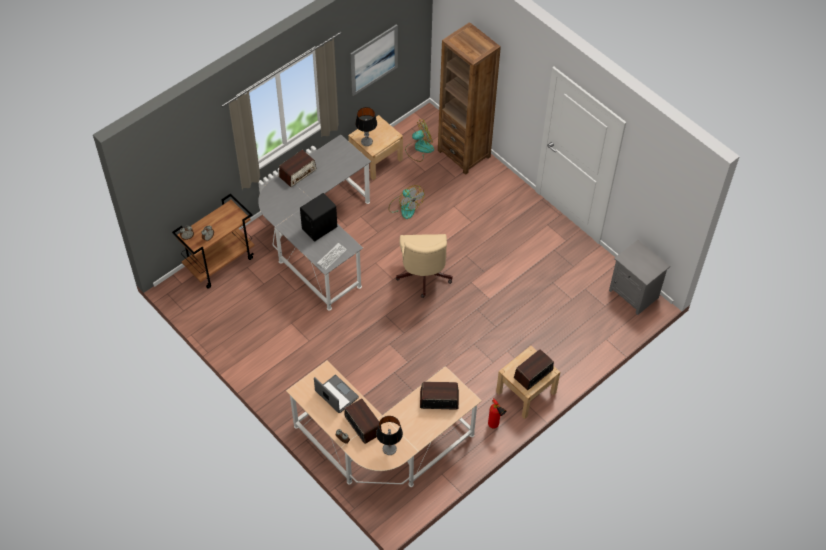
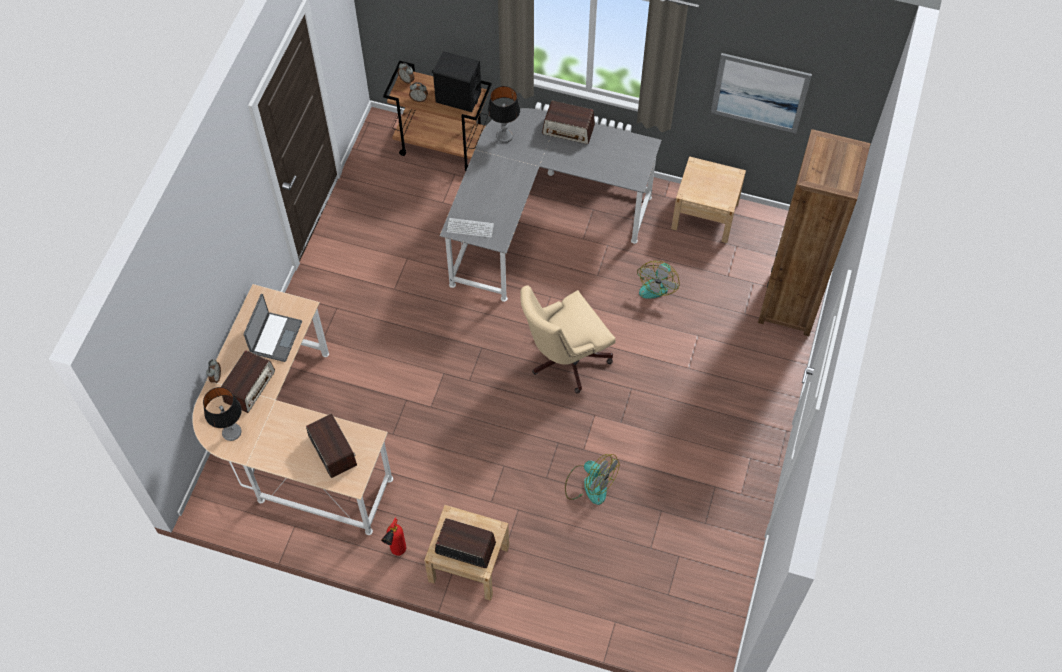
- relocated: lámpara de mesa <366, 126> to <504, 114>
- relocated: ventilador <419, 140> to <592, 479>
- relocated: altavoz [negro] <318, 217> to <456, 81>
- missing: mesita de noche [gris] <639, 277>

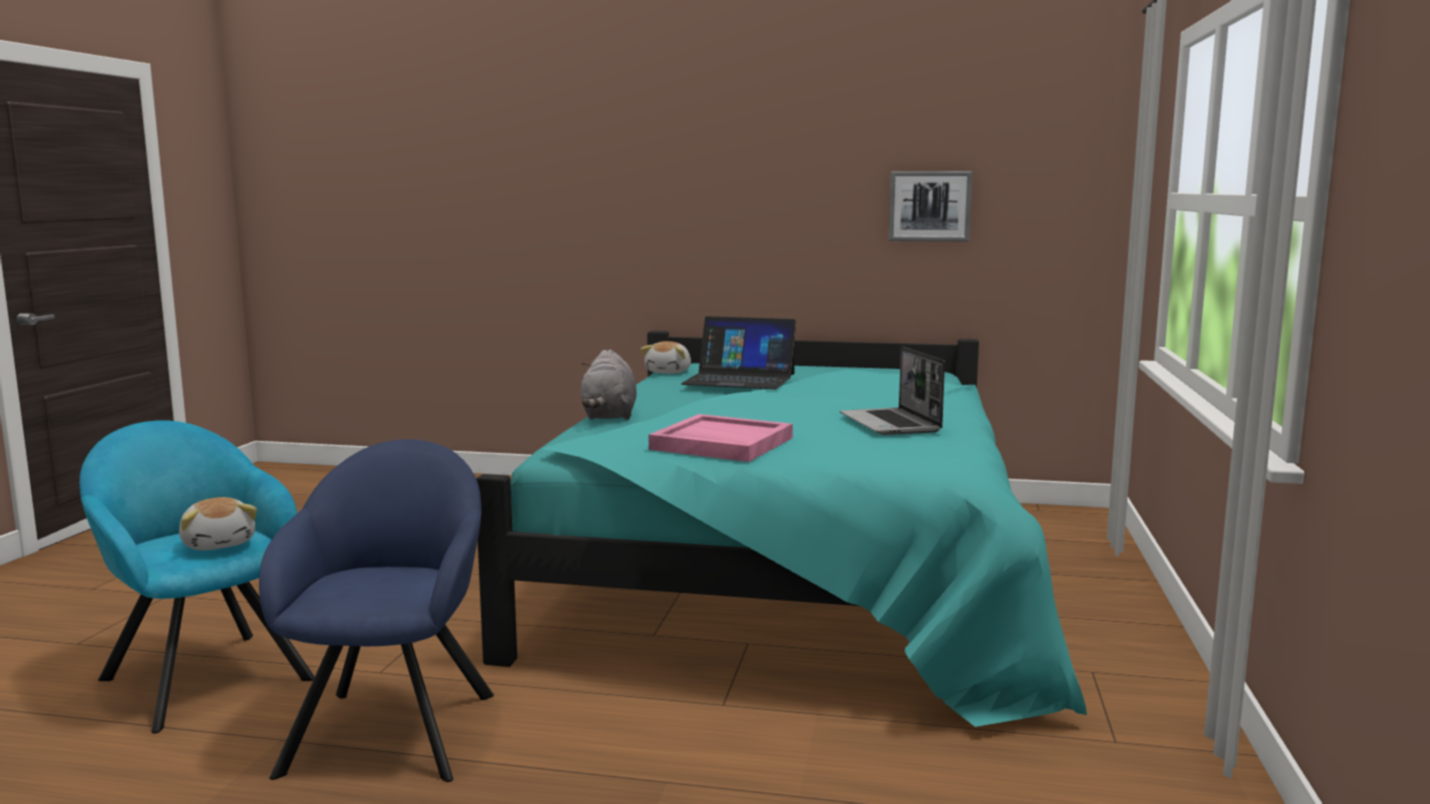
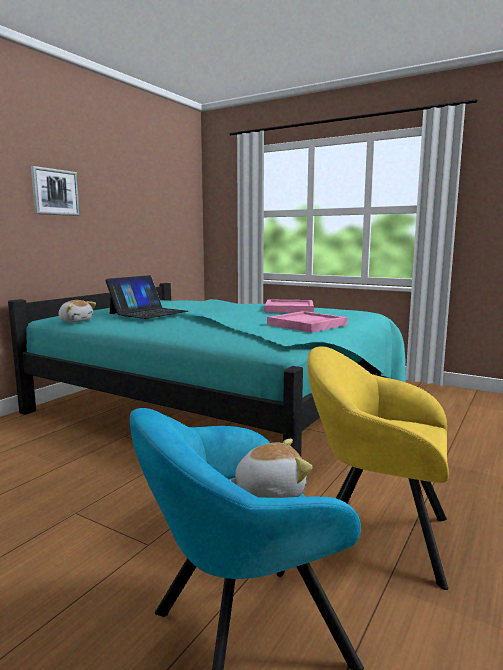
- relocated: cuadro <930, 206> to <55, 191>
- exchanged: portátil <892, 390> to bandeja [rosa] <289, 306>
- missing: peluche [gris] <609, 385>
- colour: sillón [azul] <376, 610> to sillón [amarillo] <378, 468>

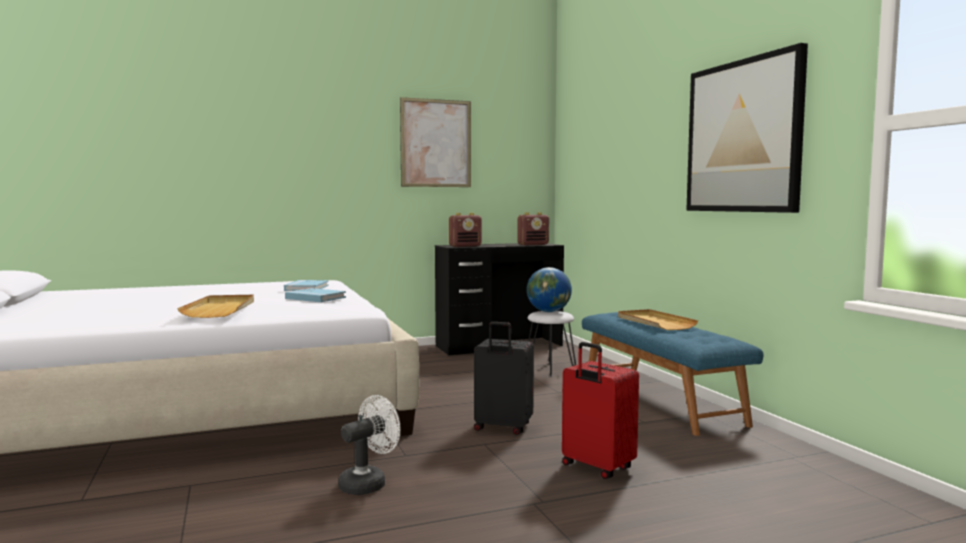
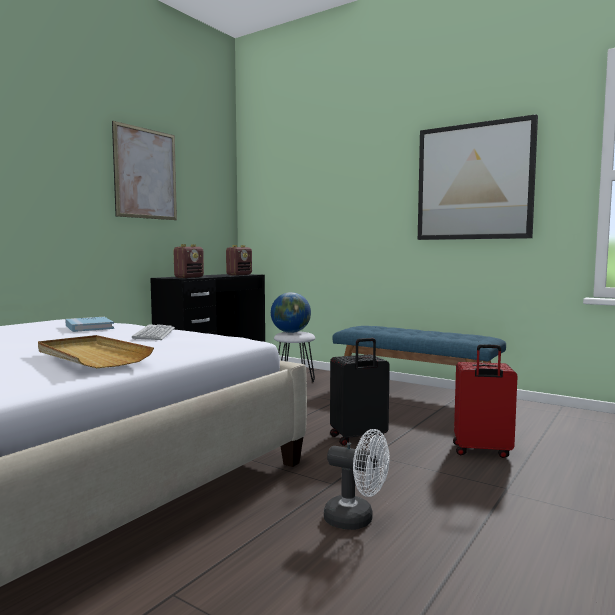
- exchanged: libro [azul] <315, 295> to teclado <153, 332>
- missing: bandeja [beis] <658, 319>
- spun: ventilador [blanco] <369, 445> = <356, 479> 105 degrees clockwise

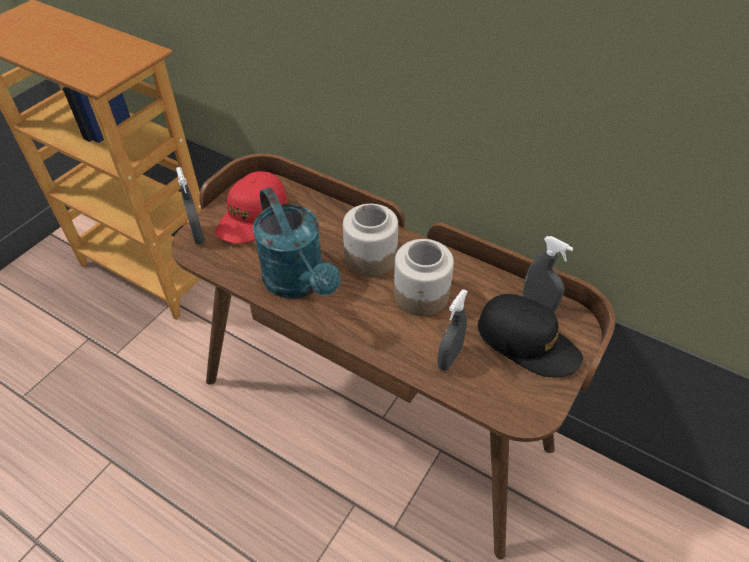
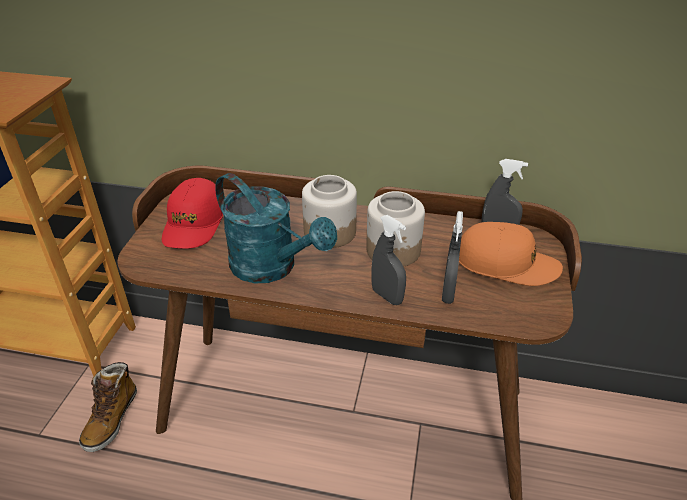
- relocated: pulverizador [gris] <190, 206> to <388, 260>
- colour: gorra [negro] <530, 335> to gorra [naranja] <511, 254>
- appeared: bota <108, 407>

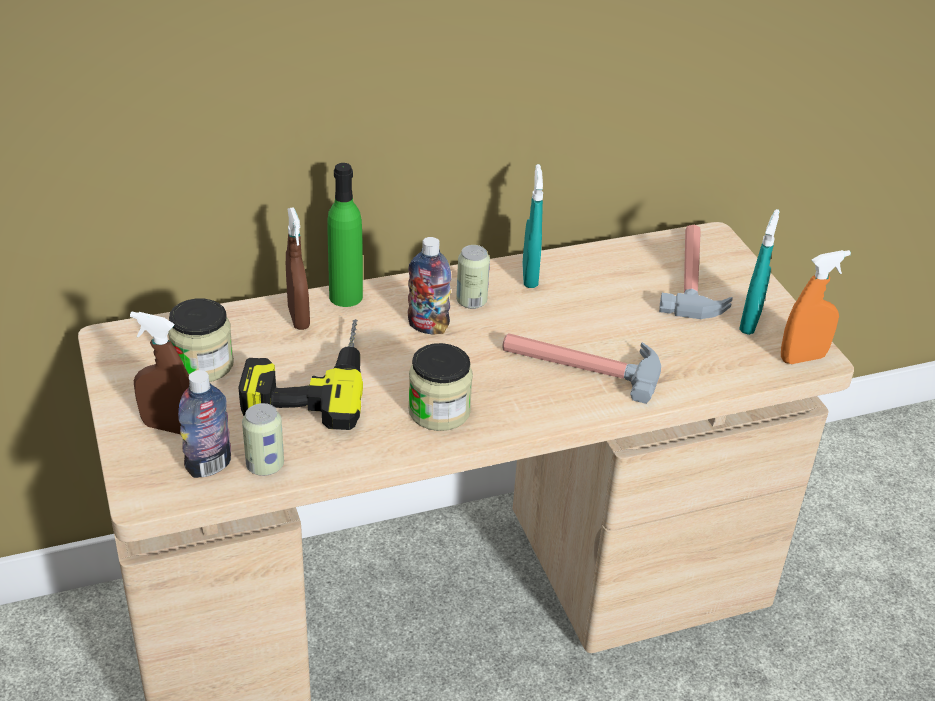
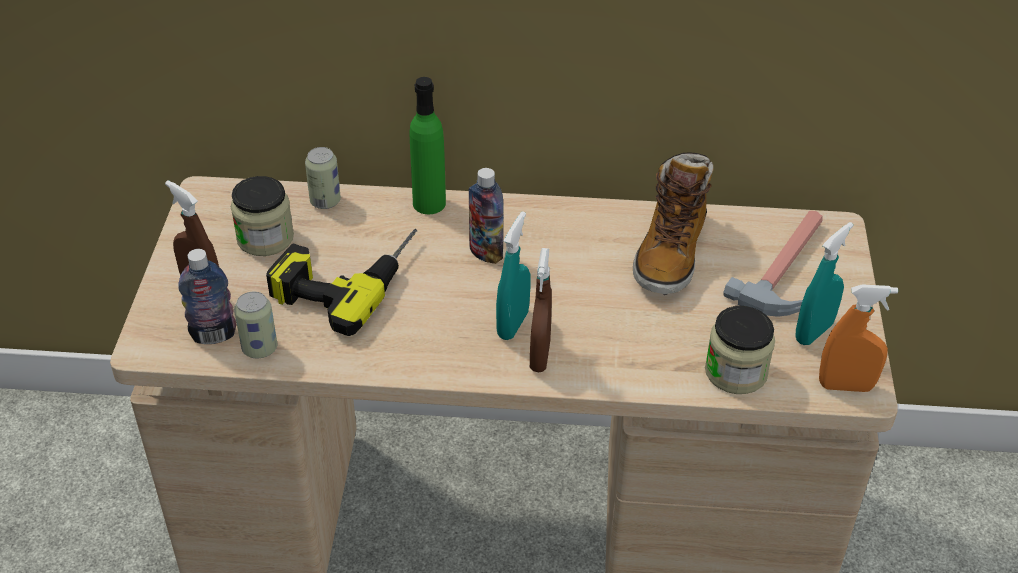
- relocated: pulverizador [turquesa] <533, 226> to <513, 275>
- relocated: pulverizador [marrón] <298, 268> to <541, 310>
- relocated: lata <473, 277> to <323, 178>
- missing: martillo <582, 368>
- relocated: tarro <440, 387> to <740, 350>
- appeared: bota <673, 224>

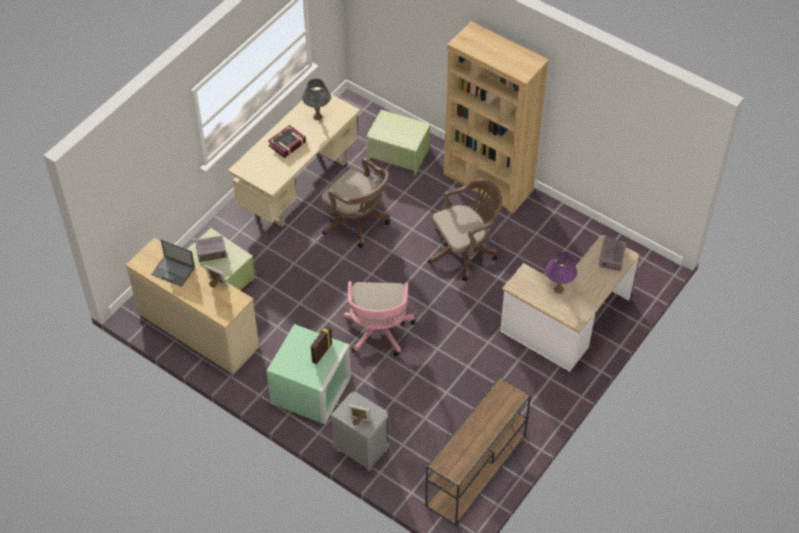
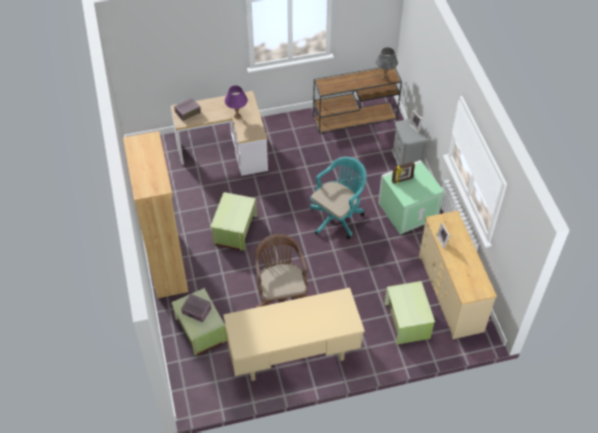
- relocated: lámpara de mesa [gris] <316, 99> to <387, 64>
- missing: libro <287, 141>
- exchanged: silla de oficina [marrón] <465, 230> to caja de almacenaje [verde] <233, 221>
- relocated: radio <211, 249> to <196, 308>
- missing: portátil <173, 263>
- colour: silla de oficina [rosa] <379, 318> to silla de oficina [turquesa] <338, 198>

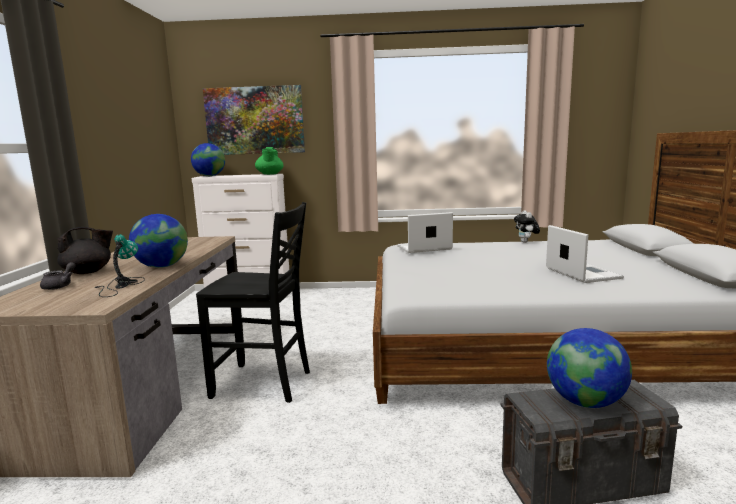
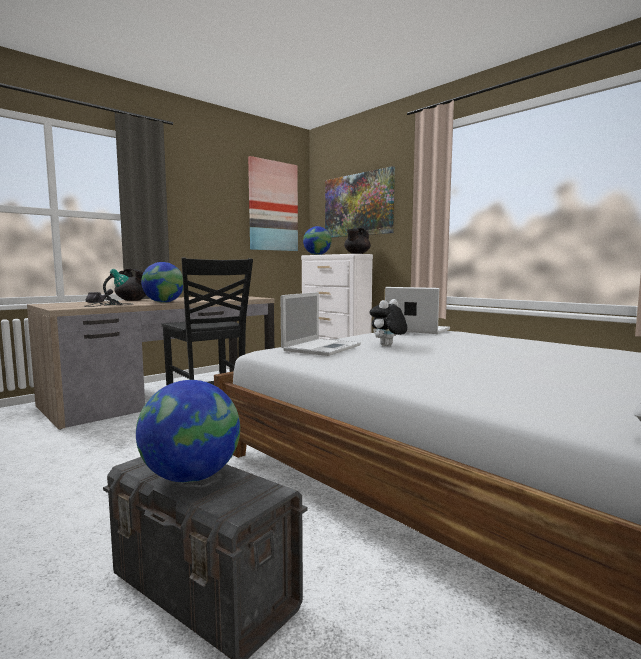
- colour: tetera [verde] <269, 161> to tetera [negro] <357, 241>
- relocated: peluche <527, 226> to <388, 322>
- relocated: portátil <585, 254> to <321, 324>
- appeared: cuadro <273, 203>

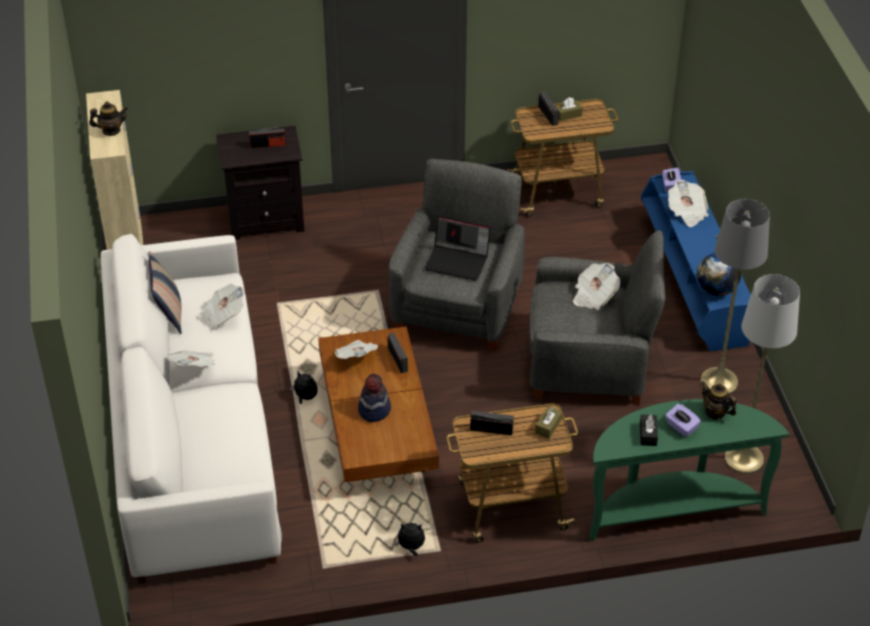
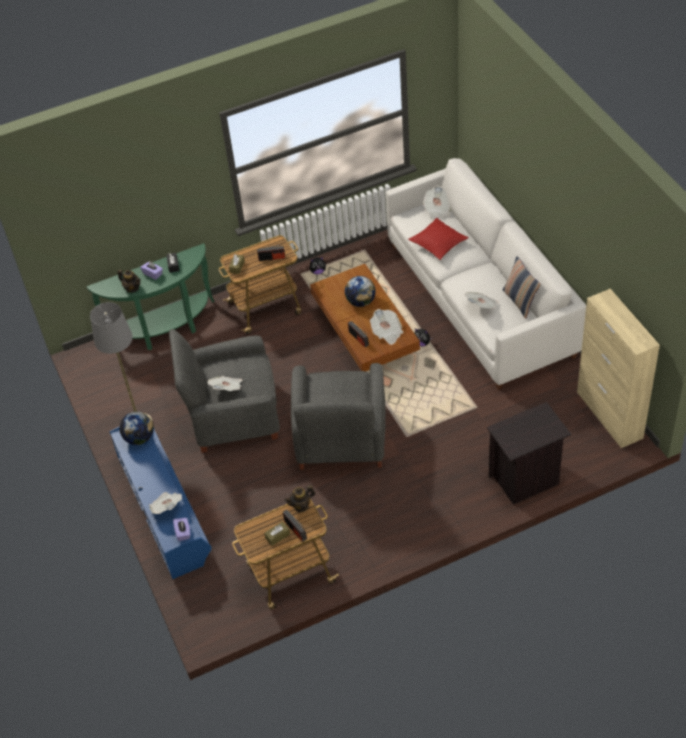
- relocated: tetera <108, 118> to <299, 498>
- missing: radio <267, 137>
- missing: portátil <457, 248>
- missing: lámpara de pie [gris] <762, 374>
- relocated: periódico <191, 358> to <437, 203>
- exchanged: sombrero <374, 398> to globo terráqueo <360, 291>
- appeared: cojín [rojo] <438, 239>

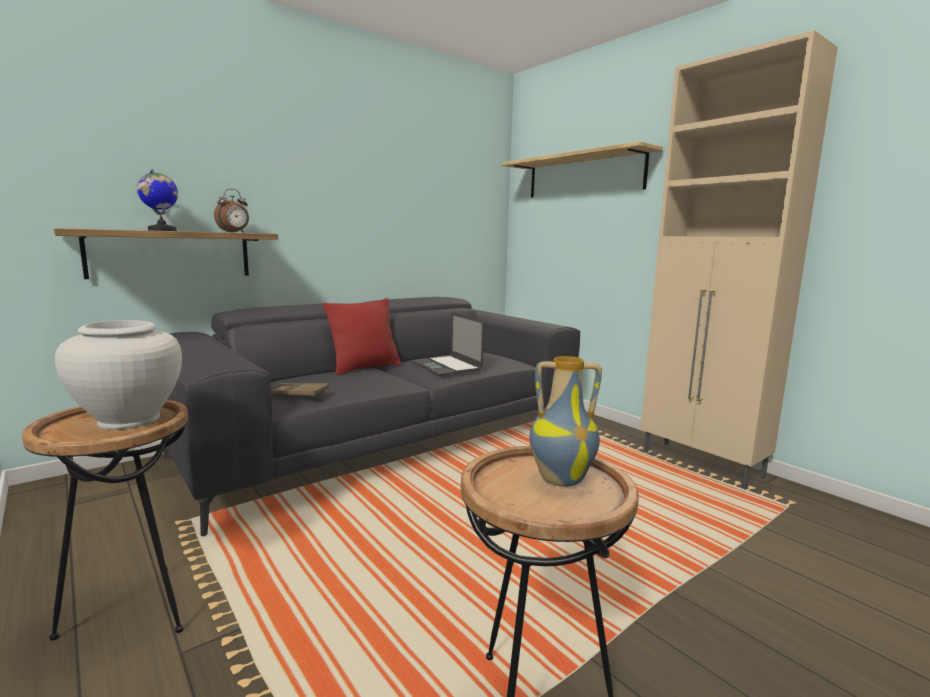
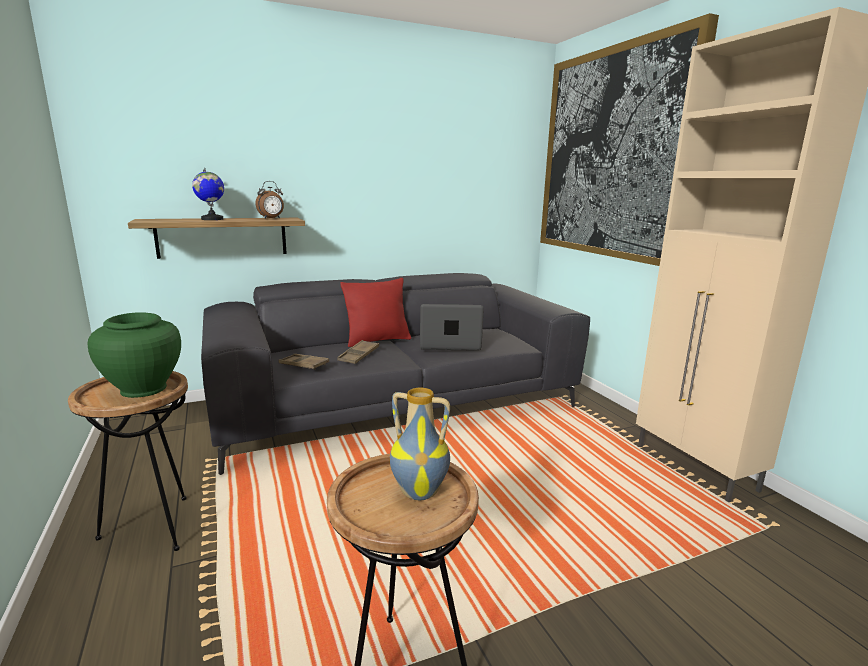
- exchanged: estante <582, 169> to cuadro <629, 139>
- spun: portátil <447, 343> = <452, 327> 105 degrees clockwise
- colour: florero [blanco] <118, 375> to florero [verde] <134, 355>
- appeared: bandeja [marrón] <358, 352>

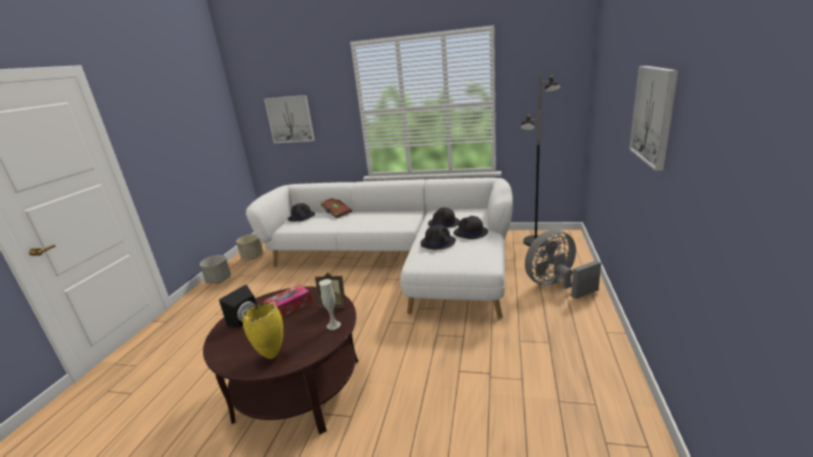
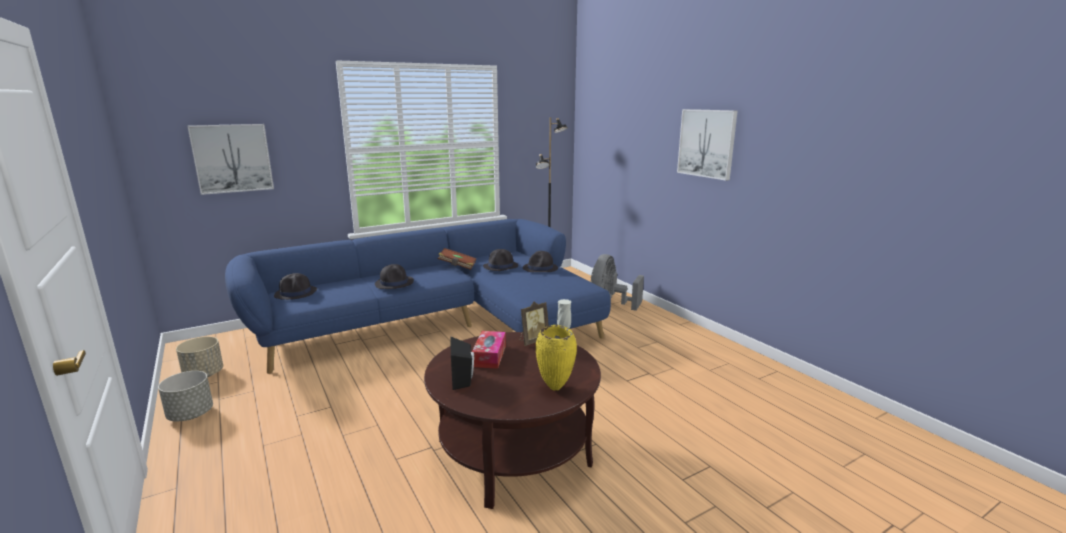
- colour: sofá [blanco] <379, 247> to sofá [azul] <418, 296>
- relocated: libro [marrón] <336, 208> to <457, 259>
- relocated: sombrero [negro] <438, 237> to <394, 276>

